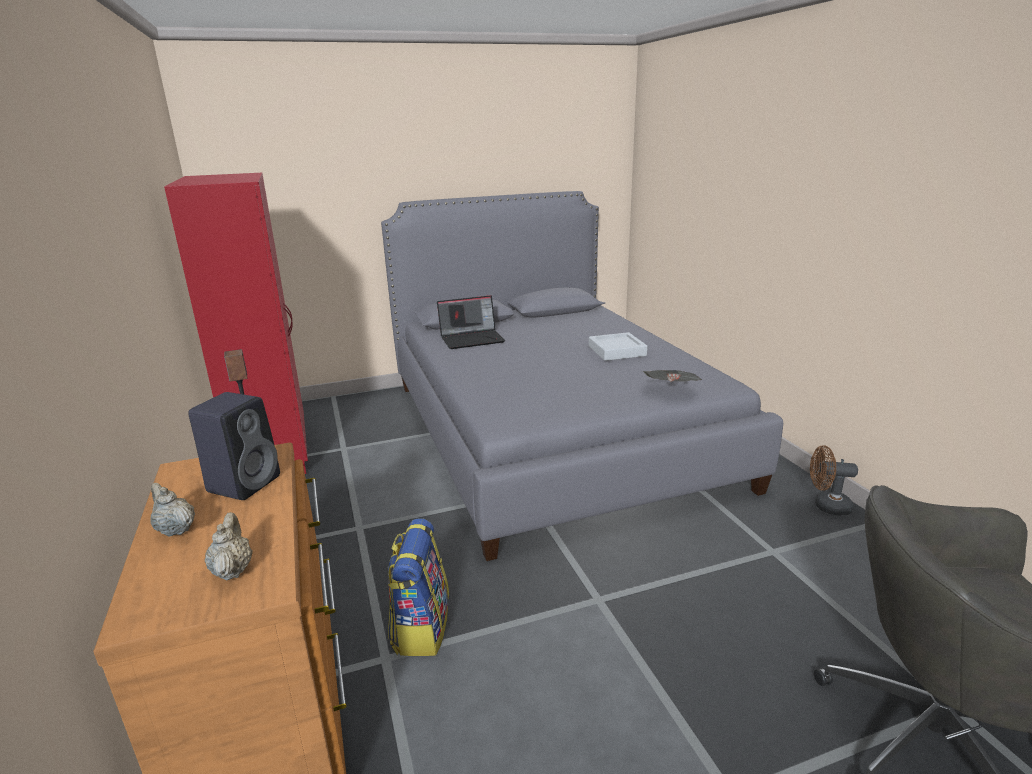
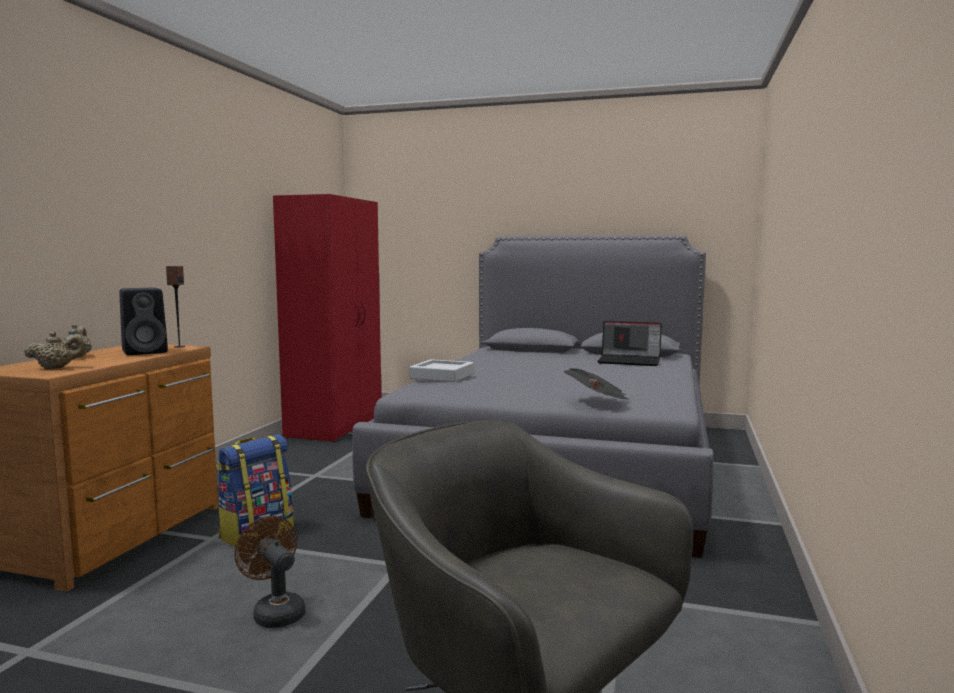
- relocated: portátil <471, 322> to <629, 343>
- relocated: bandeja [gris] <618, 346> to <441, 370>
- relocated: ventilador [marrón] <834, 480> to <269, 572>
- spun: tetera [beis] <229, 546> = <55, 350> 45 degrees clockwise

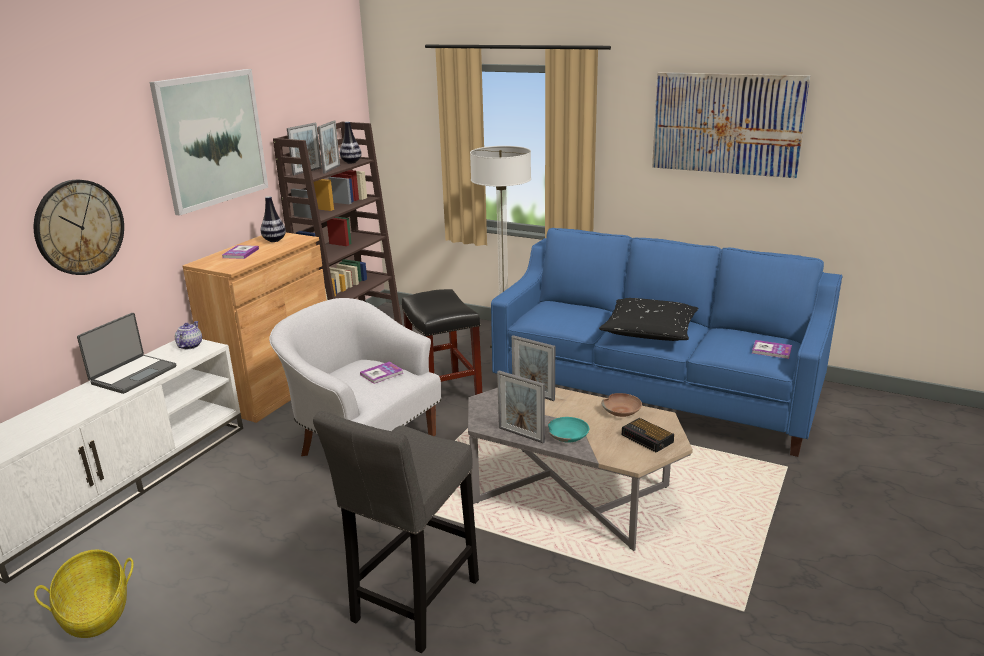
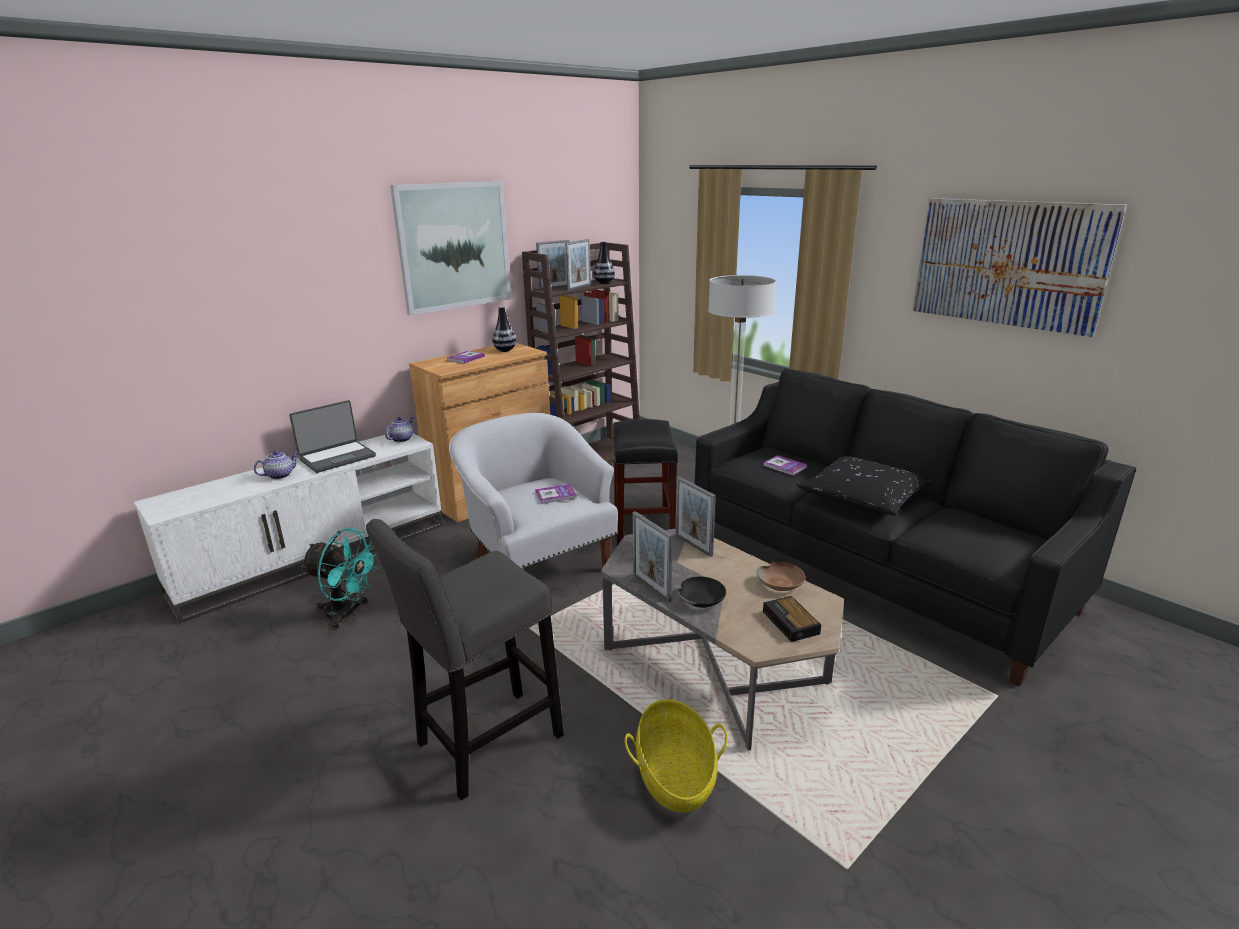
- missing: reloj de pared <79, 227>
- colour: sofá [azul] <667, 342> to sofá [negro] <915, 527>
- relocated: libro <772, 349> to <785, 465>
- colour: cuenco [turquesa] <568, 430> to cuenco [negro] <702, 592>
- relocated: cesta <84, 594> to <676, 756>
- appeared: tetera <276, 465>
- appeared: ventilador [turquesa] <340, 578>

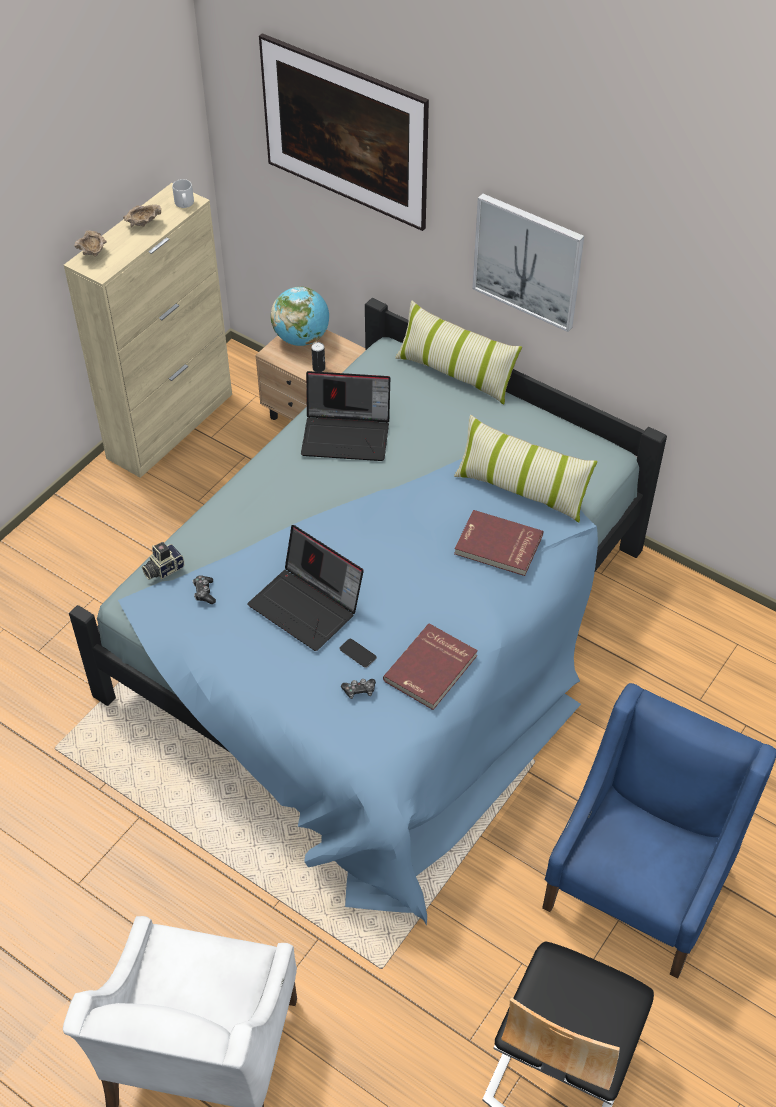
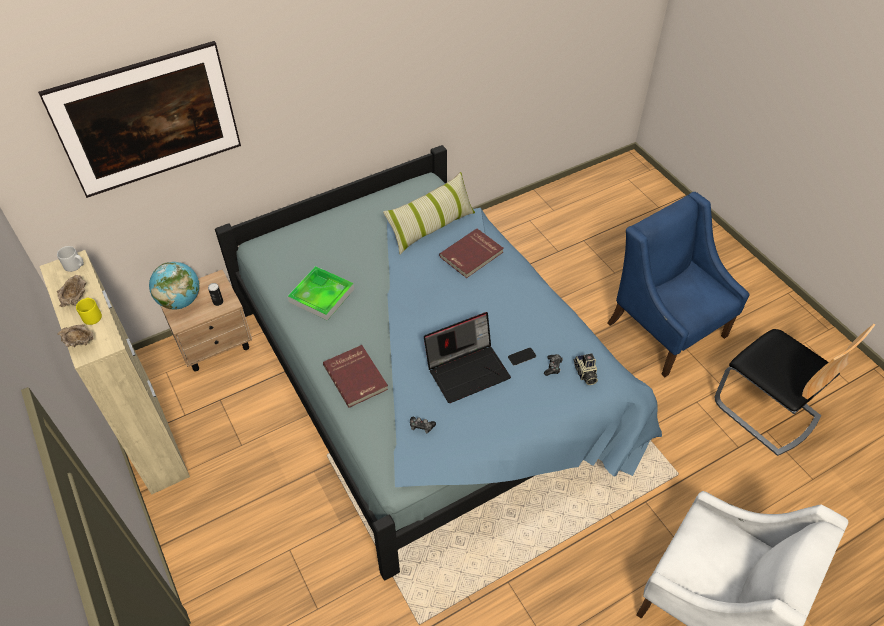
- missing: cuadro <528, 262>
- missing: cojín <458, 353>
- exchanged: portátil <345, 416> to bandeja <320, 293>
- relocated: cámara <163, 561> to <586, 369>
- relocated: libro [rojo] <430, 666> to <355, 376>
- appeared: taza grande [amarillo] <89, 311>

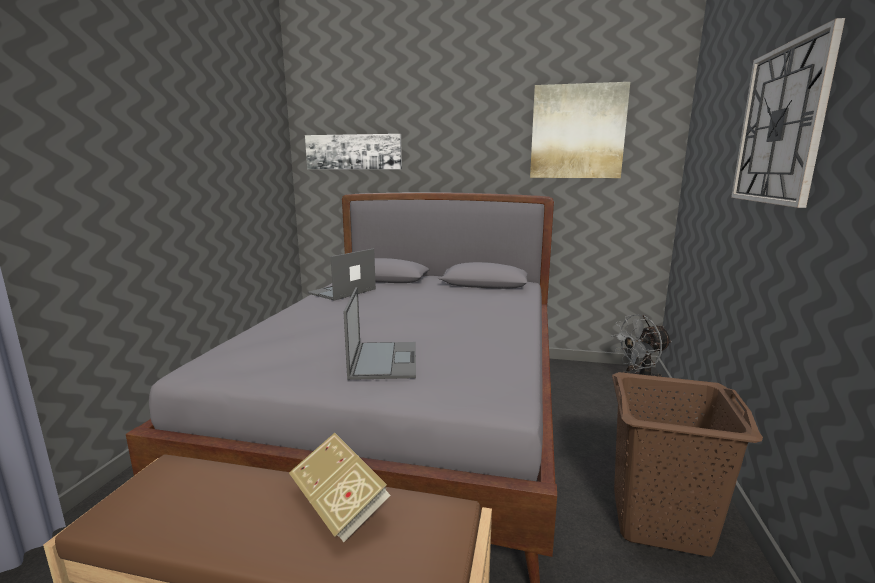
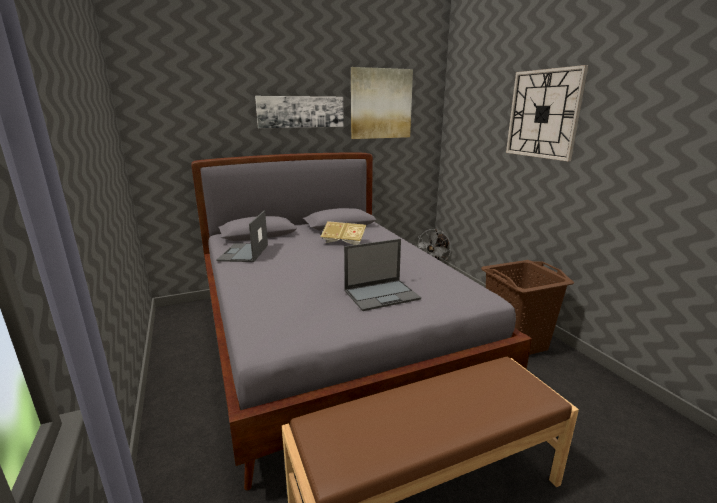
- relocated: cuadro <353, 151> to <299, 112>
- spun: portátil <379, 333> = <382, 275> 105 degrees clockwise
- relocated: libro <339, 487> to <343, 233>

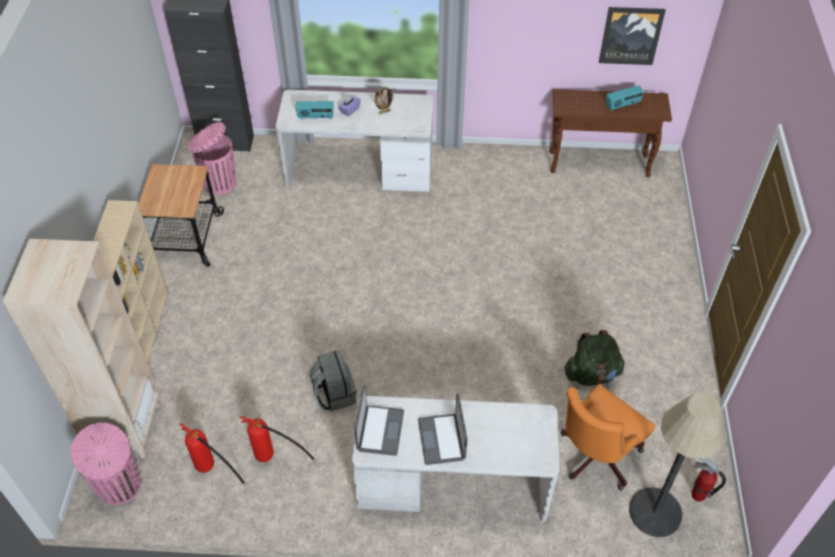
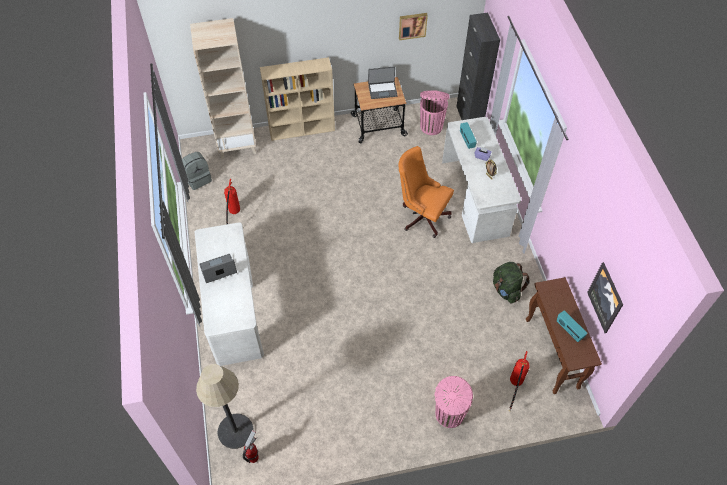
- relocated: mochila [verde] <595, 358> to <511, 283>
- relocated: mochila [gris] <333, 380> to <197, 171>
- relocated: silla de oficina [naranja] <608, 437> to <426, 192>
- relocated: portátil <379, 420> to <383, 83>
- relocated: papelera [rosa] <106, 464> to <454, 402>
- relocated: extintor <213, 455> to <519, 381>
- appeared: cuadro <413, 26>

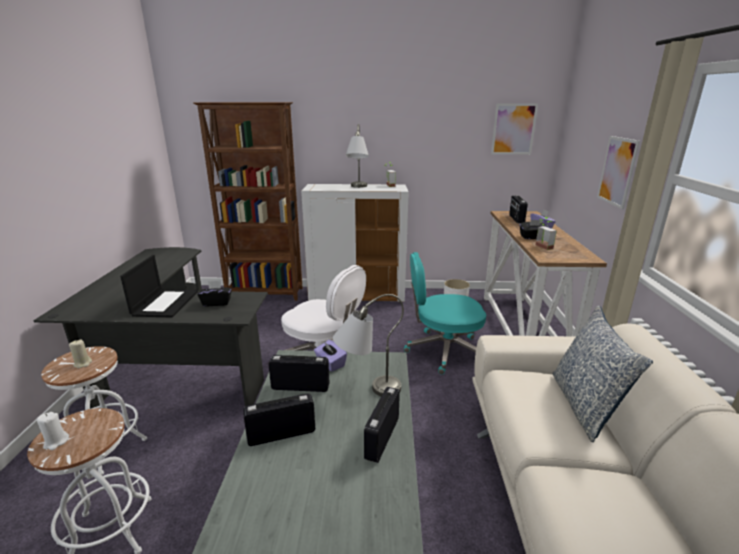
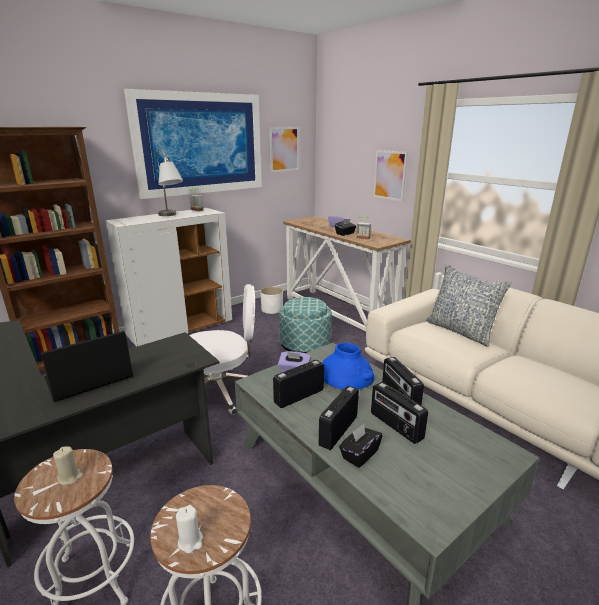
- relocated: radio <518, 209> to <399, 413>
- exchanged: silla de oficina [turquesa] <445, 313> to puf <305, 325>
- spun: portátil <159, 286> = <87, 366> 90 degrees counterclockwise
- relocated: caja de pañuelos [negro] <214, 294> to <361, 446>
- exchanged: lámpara de mesa [gris] <368, 345> to florero [azul] <348, 366>
- appeared: cuadro <193, 144>

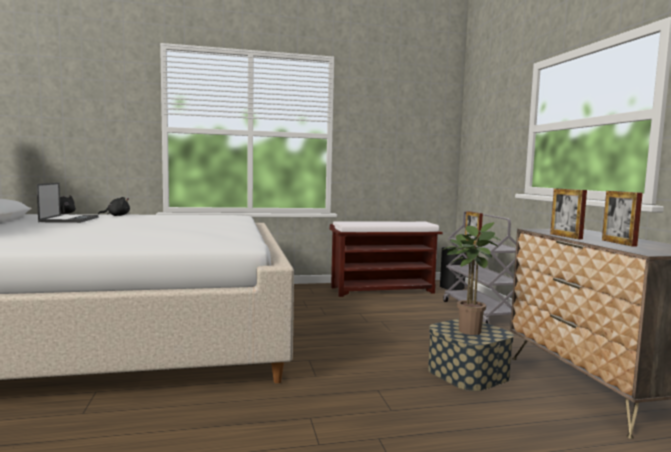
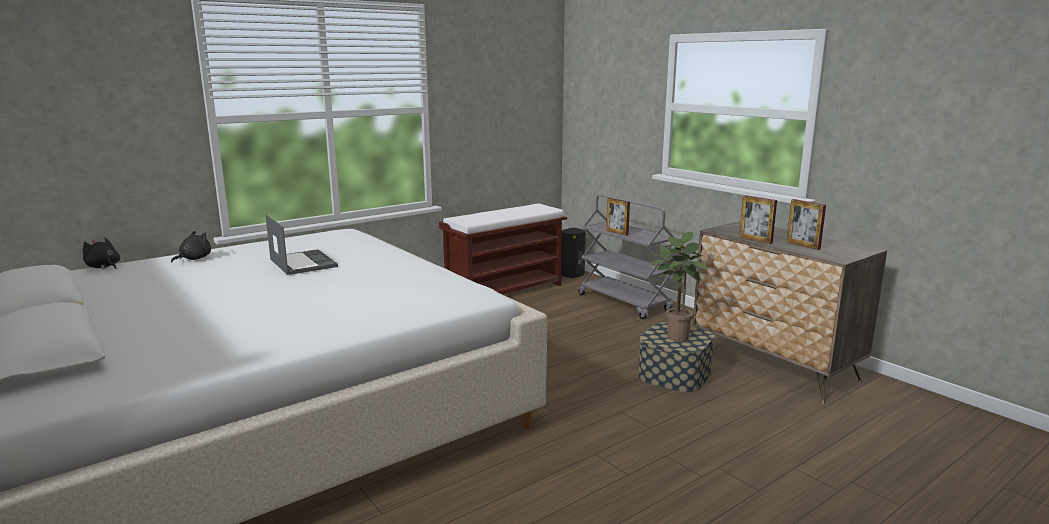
- relocated: portátil <67, 203> to <301, 245>

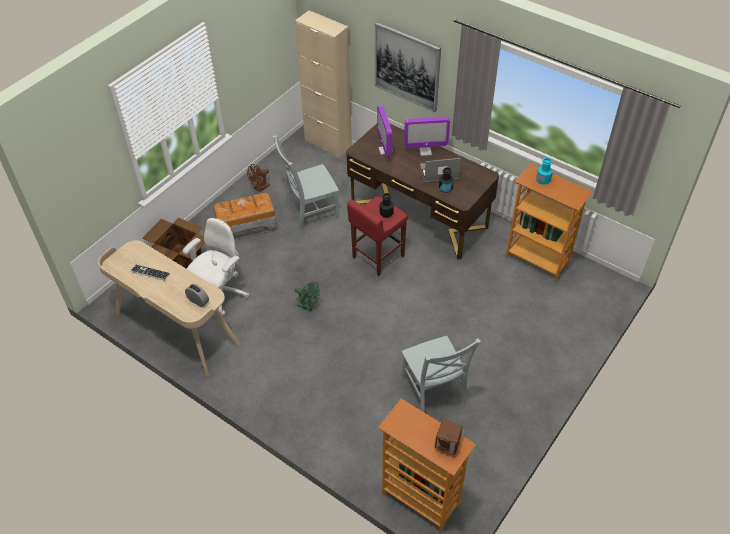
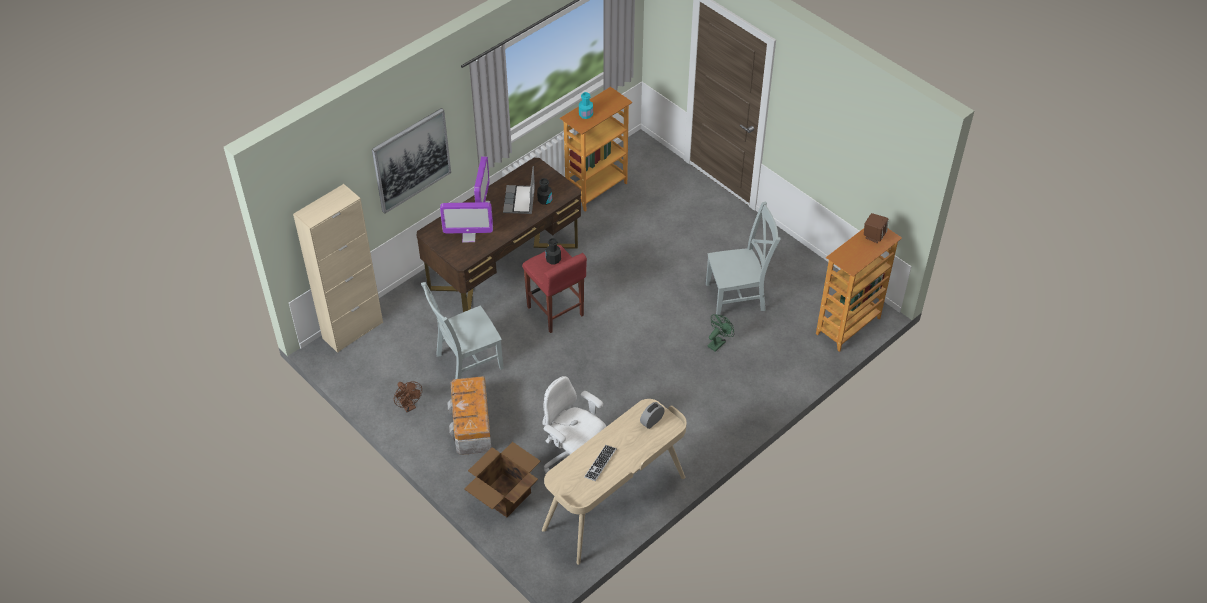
- spun: silla [gris] <306, 183> = <462, 330> 75 degrees clockwise
- relocated: ventilador [verde] <307, 296> to <721, 333>

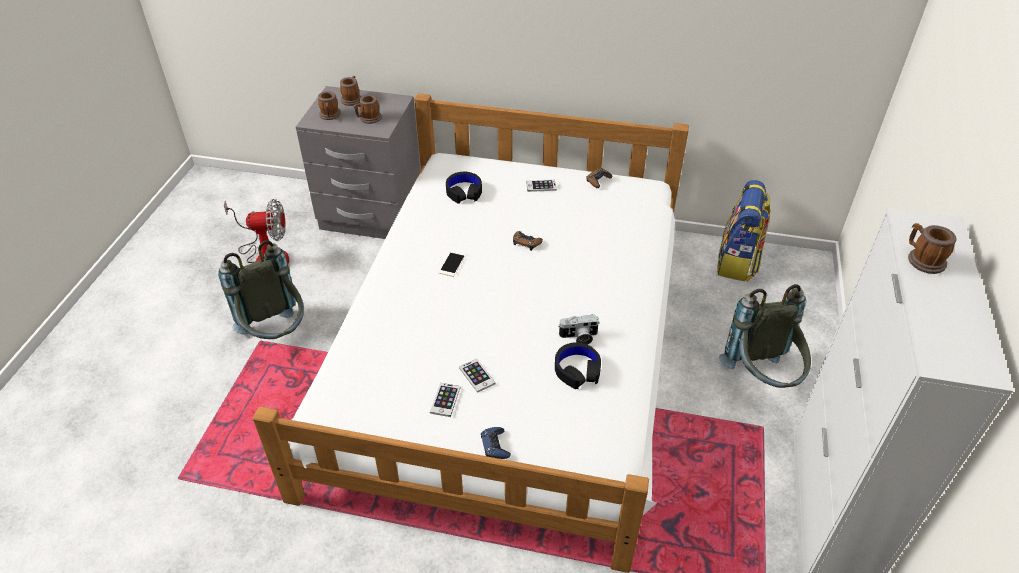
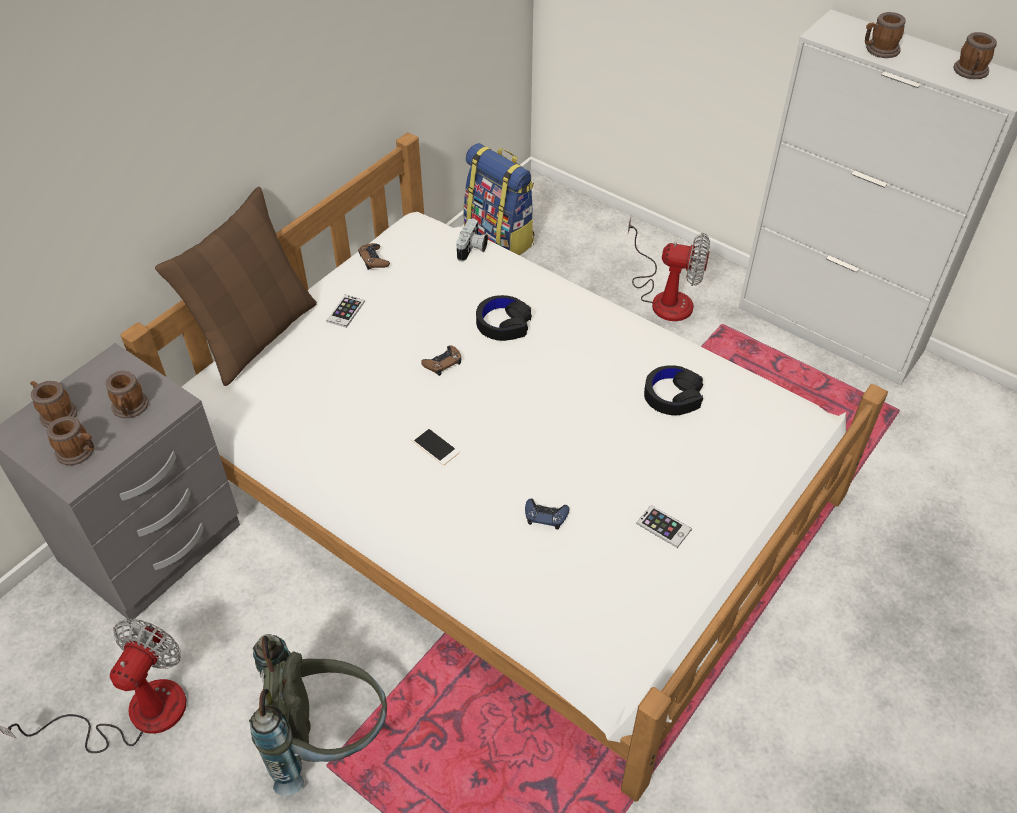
- relocated: auriculares [negro] <464, 187> to <504, 318>
- exchanged: mochila [gris] <765, 336> to ventilador <669, 269>
- relocated: cámara <579, 329> to <472, 239>
- missing: móvil <477, 376>
- relocated: mando de consola [azul] <496, 443> to <547, 514>
- appeared: taza grande <975, 55>
- appeared: cojín [marrón] <236, 286>

